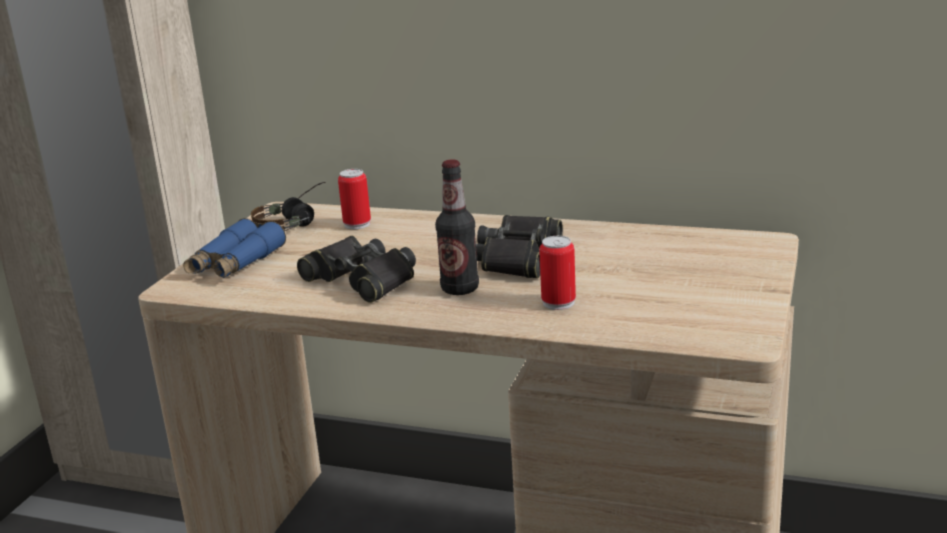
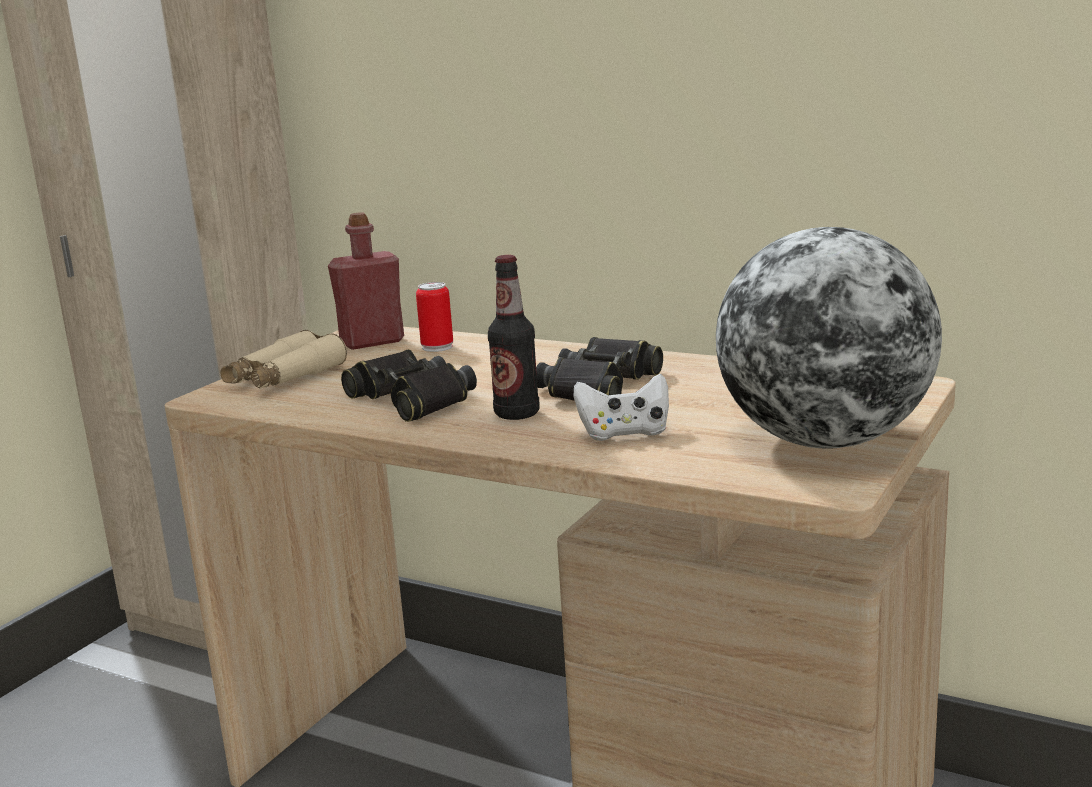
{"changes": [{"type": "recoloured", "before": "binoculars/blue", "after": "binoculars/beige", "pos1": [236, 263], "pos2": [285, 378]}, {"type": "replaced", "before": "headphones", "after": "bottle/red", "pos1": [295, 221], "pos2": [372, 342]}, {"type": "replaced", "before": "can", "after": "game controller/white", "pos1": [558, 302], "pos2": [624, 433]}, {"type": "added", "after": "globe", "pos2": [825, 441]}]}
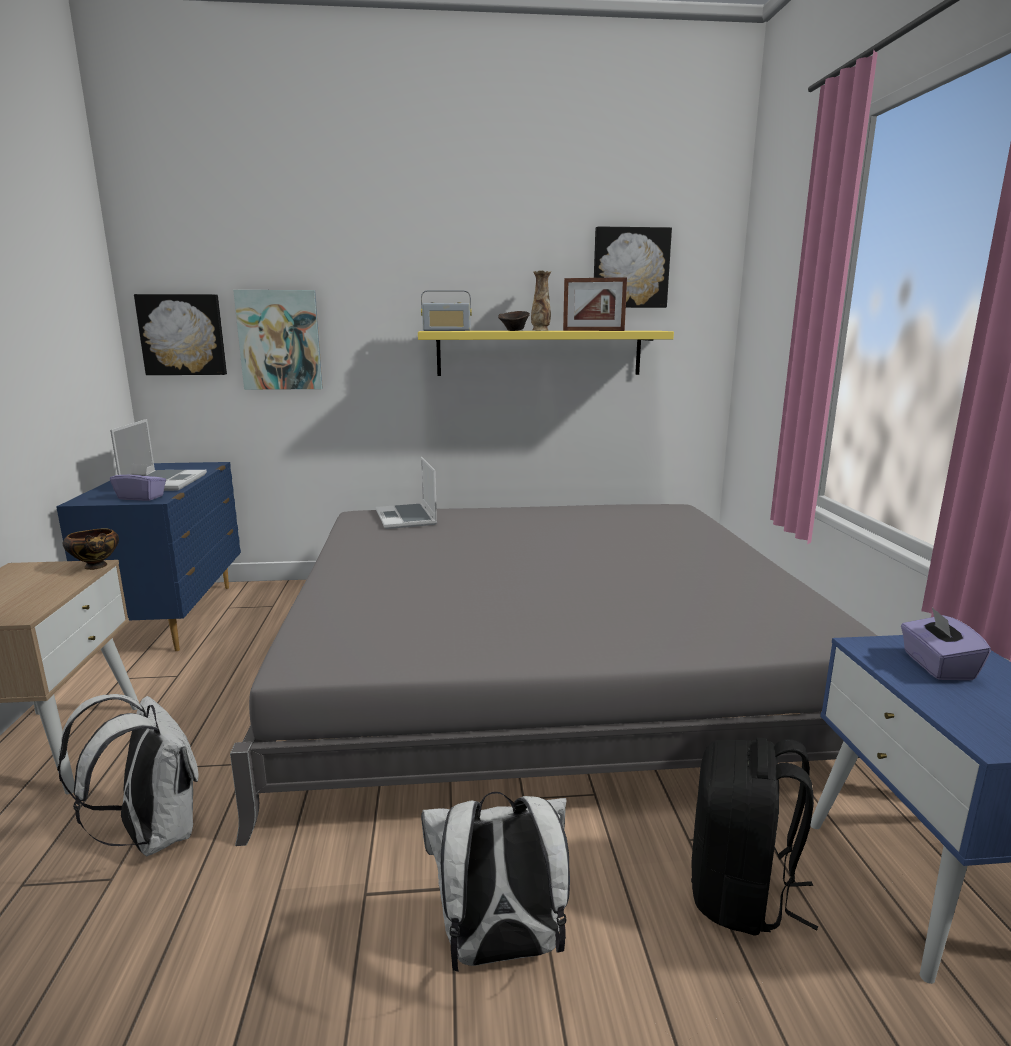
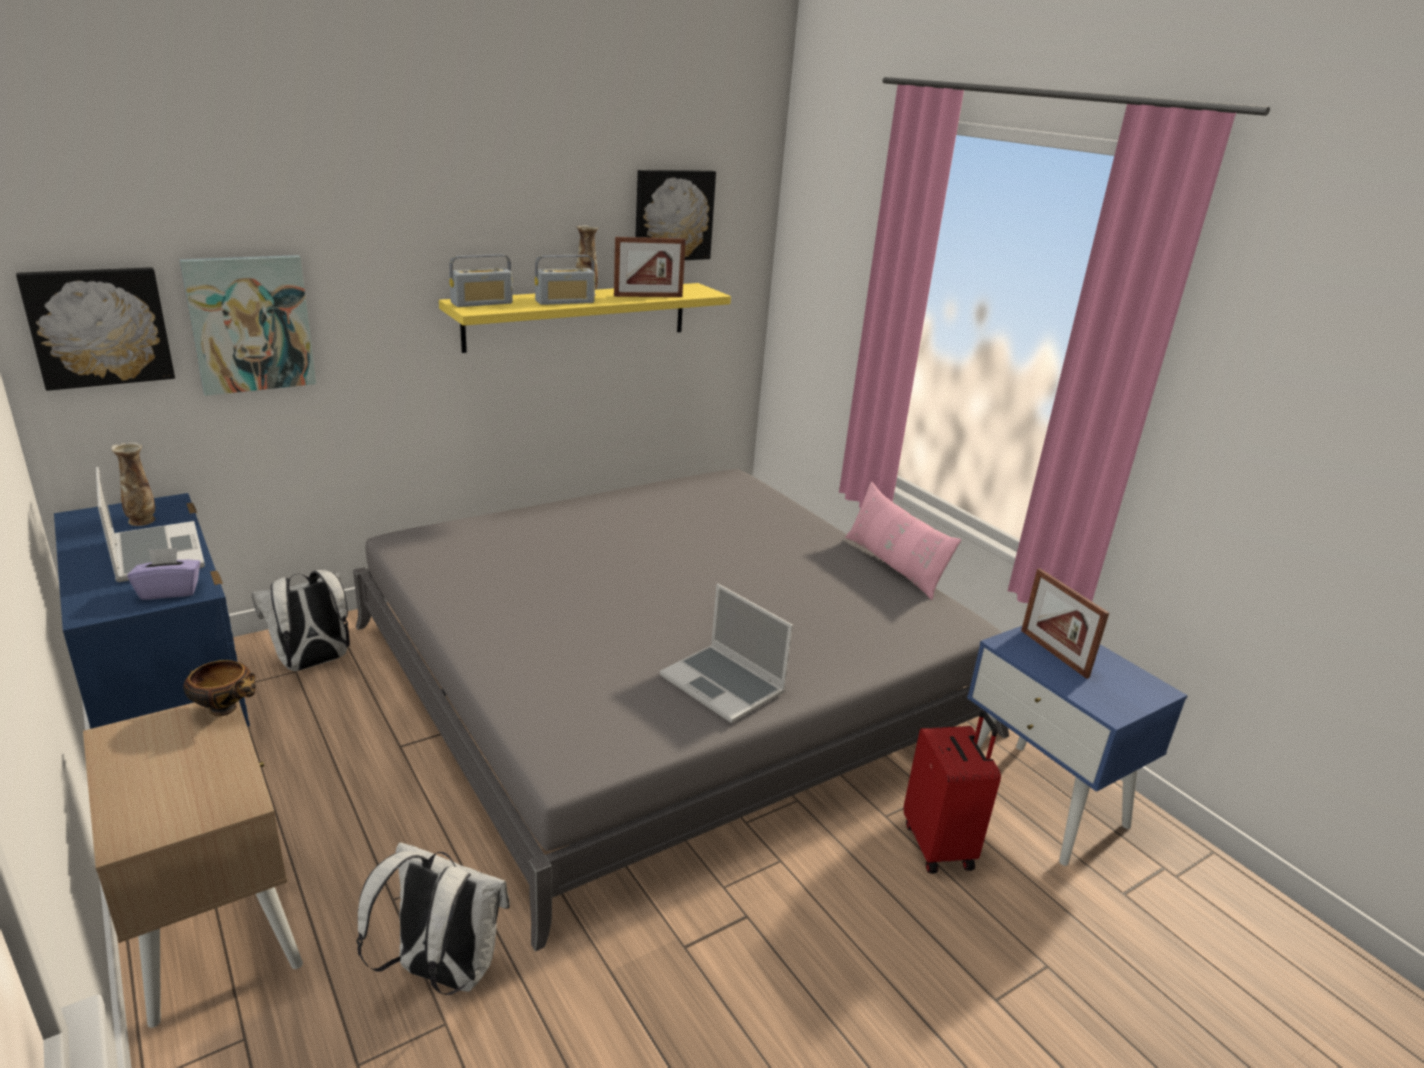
{"changes": [{"type": "added", "after": "vase", "pos2": [142, 521]}, {"type": "moved", "before": "backpack/white", "pos1": [499, 949], "pos2": [313, 663]}, {"type": "replaced", "before": "bowl/brown", "after": "radio", "pos1": [514, 330], "pos2": [565, 302]}, {"type": "moved", "before": "laptop", "pos1": [407, 518], "pos2": [724, 685]}, {"type": "added", "after": "pillow/pink", "pos2": [893, 565]}, {"type": "replaced", "before": "backpack/black", "after": "suitcase/red", "pos1": [741, 893], "pos2": [939, 845]}, {"type": "replaced", "before": "tissue box/purple", "after": "picture frame", "pos1": [937, 666], "pos2": [1054, 653]}]}
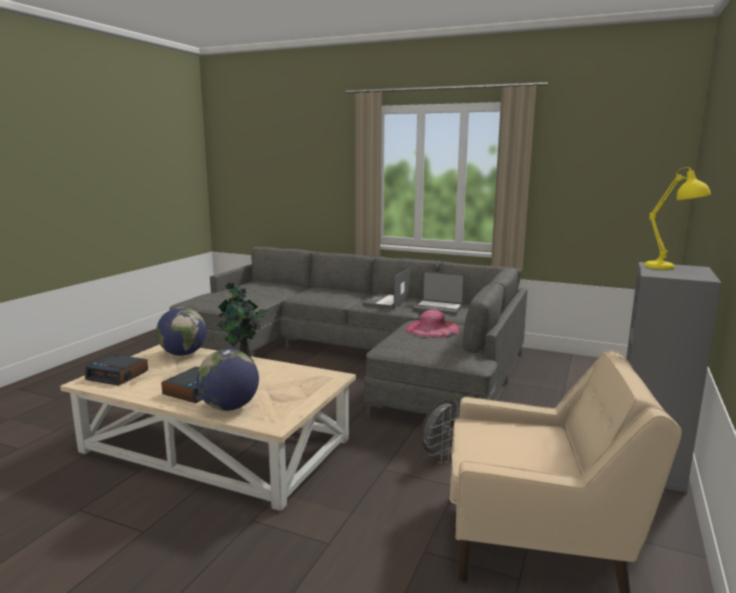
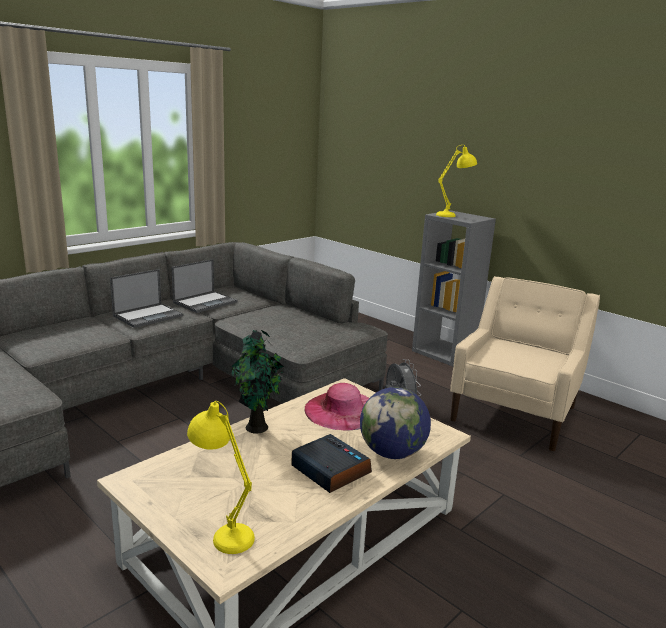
{"changes": [{"type": "turned", "before": "laptop", "pos1": [386, 301], "pos2": [148, 315], "turn": -90}, {"type": "replaced", "before": "alarm clock", "after": "table lamp/yellow", "pos1": [118, 375], "pos2": [223, 531]}, {"type": "moved", "before": "hat/pink", "pos1": [432, 329], "pos2": [342, 410]}, {"type": "removed", "before": "globe", "pos1": [183, 354]}]}
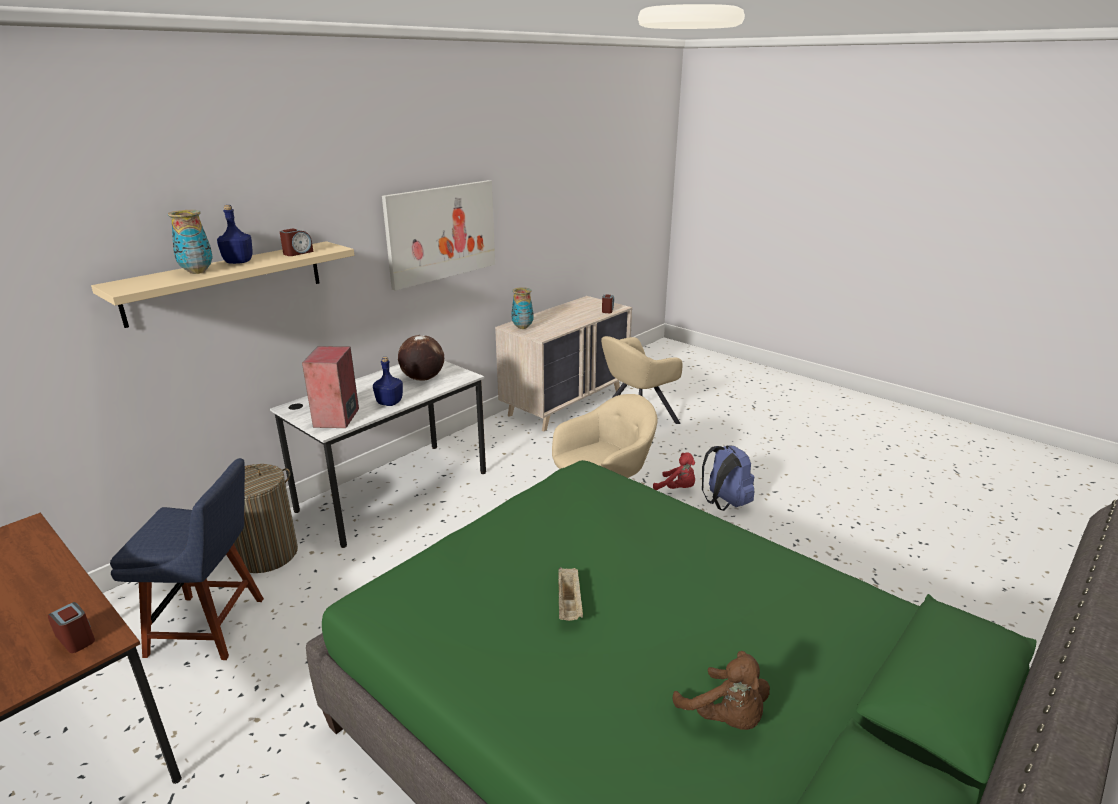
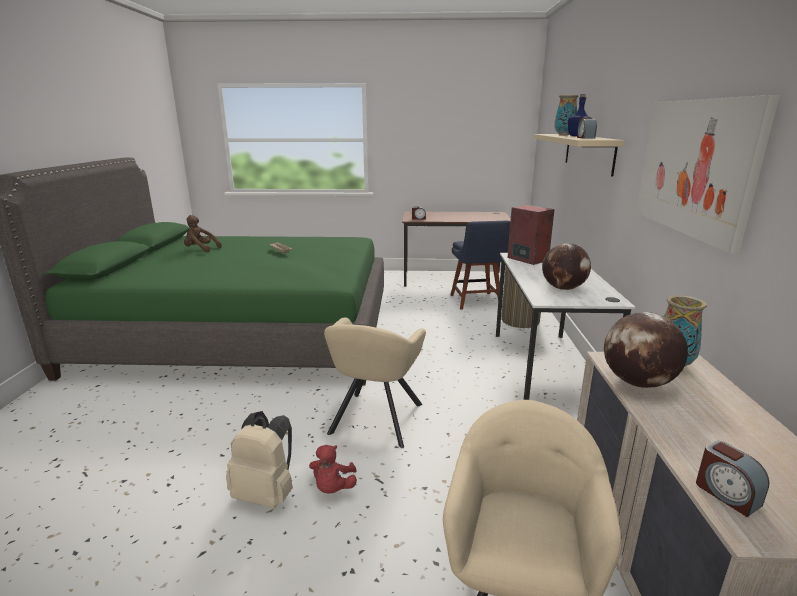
{"changes": [{"type": "recoloured", "before": "backpack/blue", "after": "backpack/beige", "pos1": [724, 503], "pos2": [266, 494]}, {"type": "turned", "before": "plush toy/red", "pos1": [677, 488], "pos2": [333, 488], "turn": -75}, {"type": "turned", "before": "chair/blue", "pos1": [212, 627], "pos2": [476, 302], "turn": -60}, {"type": "added", "after": "globe", "pos2": [638, 383]}, {"type": "removed", "before": "bottle/blue", "pos1": [389, 403]}]}
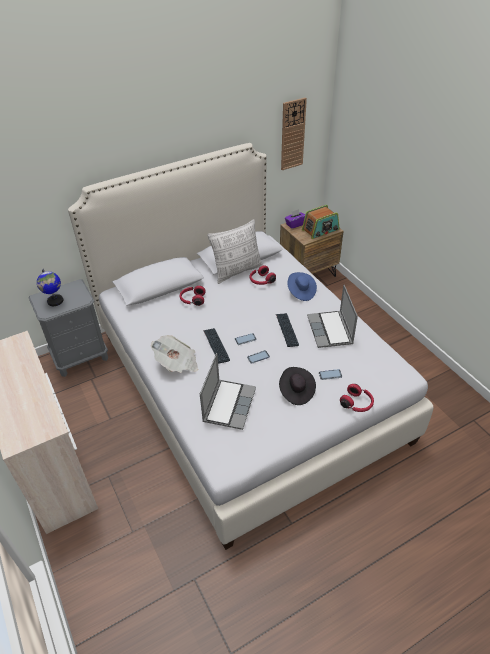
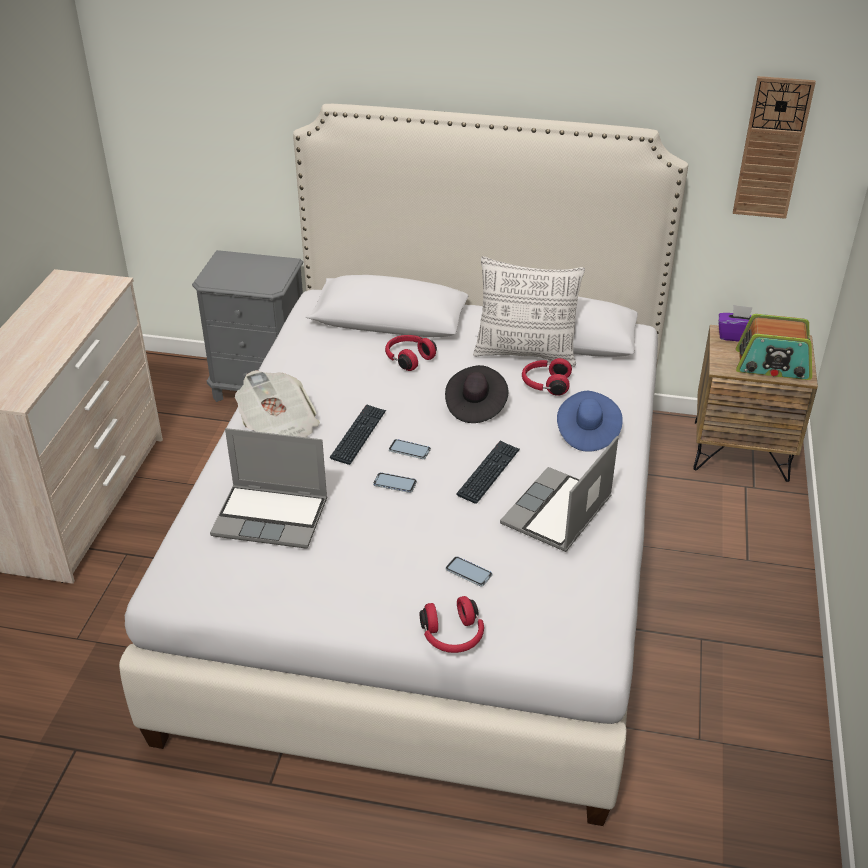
{"changes": [{"type": "turned", "before": "laptop", "pos1": [229, 404], "pos2": [272, 517], "turn": 45}, {"type": "moved", "before": "hat/black", "pos1": [296, 391], "pos2": [475, 406]}, {"type": "removed", "before": "globe", "pos1": [55, 301]}]}
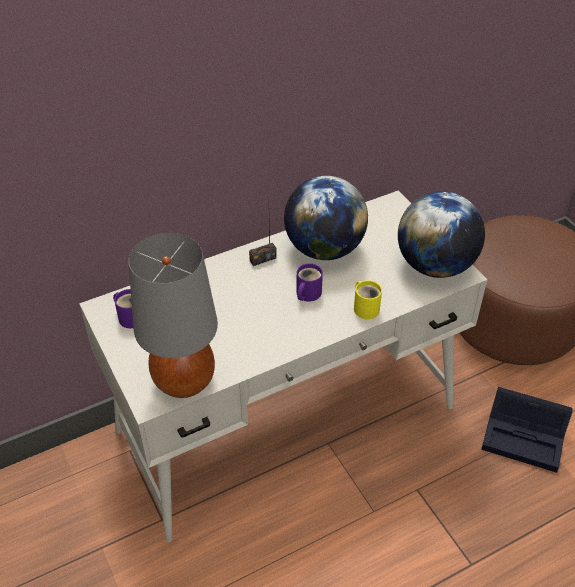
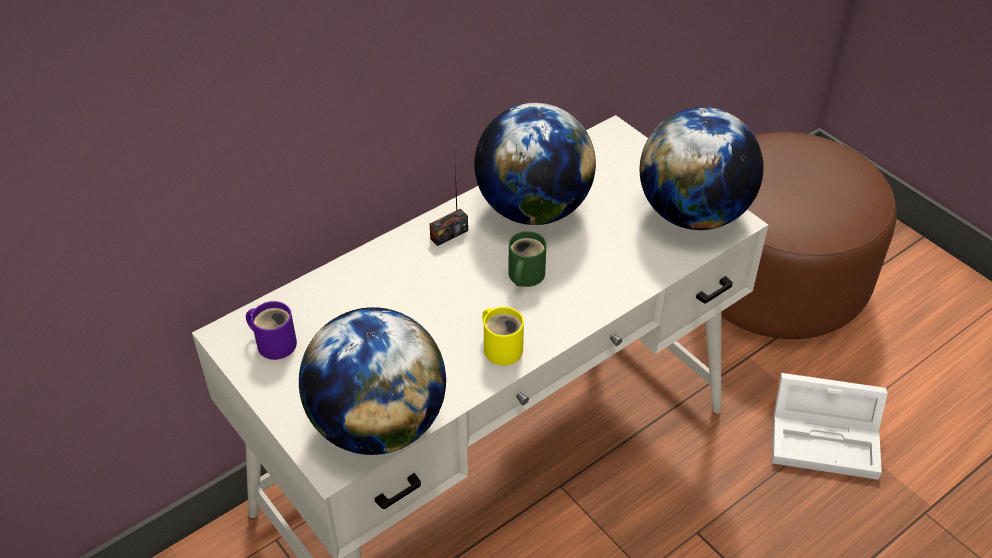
{"changes": [{"type": "replaced", "before": "table lamp/grey", "after": "globe", "pos1": [185, 380], "pos2": [378, 424]}, {"type": "moved", "before": "mug/yellow", "pos1": [366, 307], "pos2": [502, 347]}, {"type": "recoloured", "before": "mug/purple", "after": "mug/green", "pos1": [306, 294], "pos2": [524, 276]}, {"type": "recoloured", "before": "storage box/black", "after": "storage box/white", "pos1": [526, 438], "pos2": [827, 438]}]}
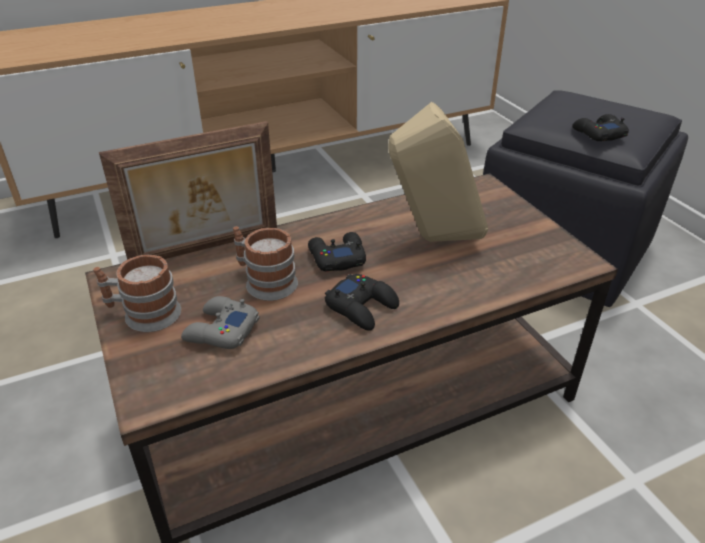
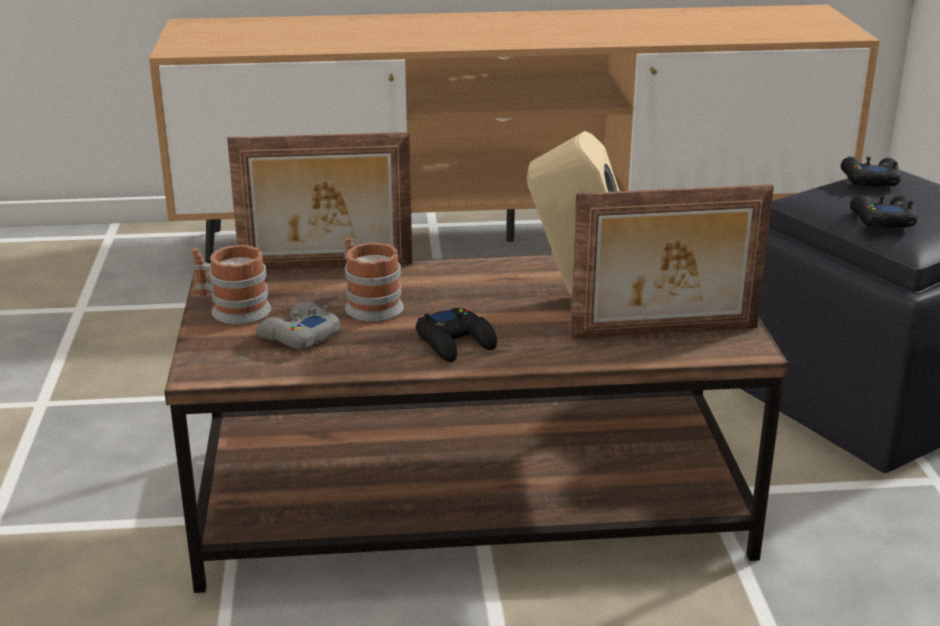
{"changes": [{"type": "added", "after": "picture frame", "pos2": [665, 334]}, {"type": "moved", "before": "game controller/black", "pos1": [336, 257], "pos2": [869, 180]}]}
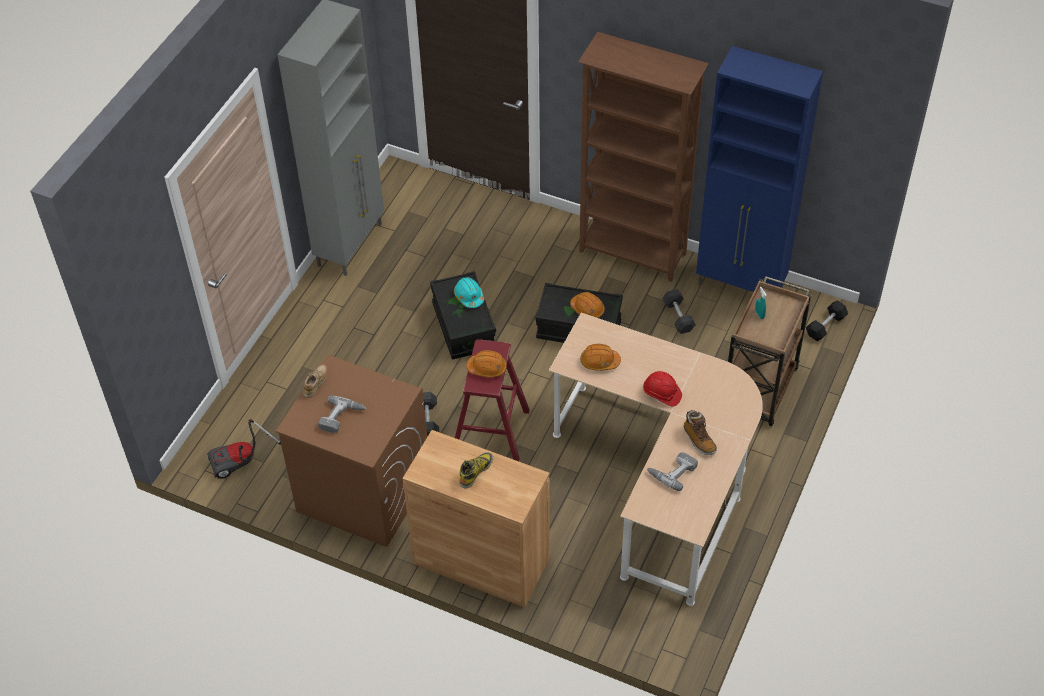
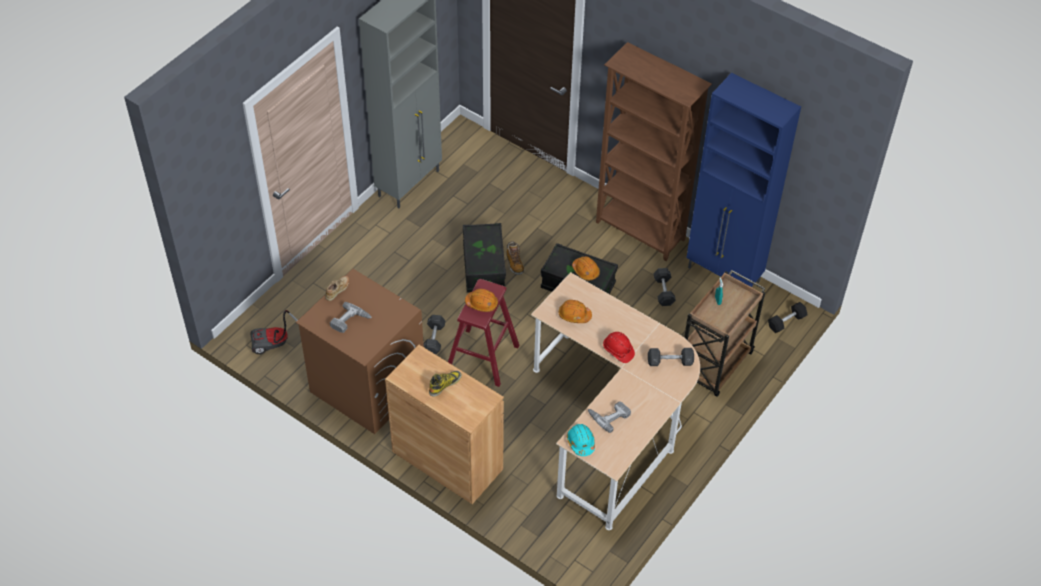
{"changes": [{"type": "moved", "before": "boot", "pos1": [699, 440], "pos2": [514, 264]}, {"type": "moved", "before": "hard hat/turquoise", "pos1": [469, 296], "pos2": [580, 442]}, {"type": "added", "after": "dumbbell/grey", "pos2": [670, 362]}]}
